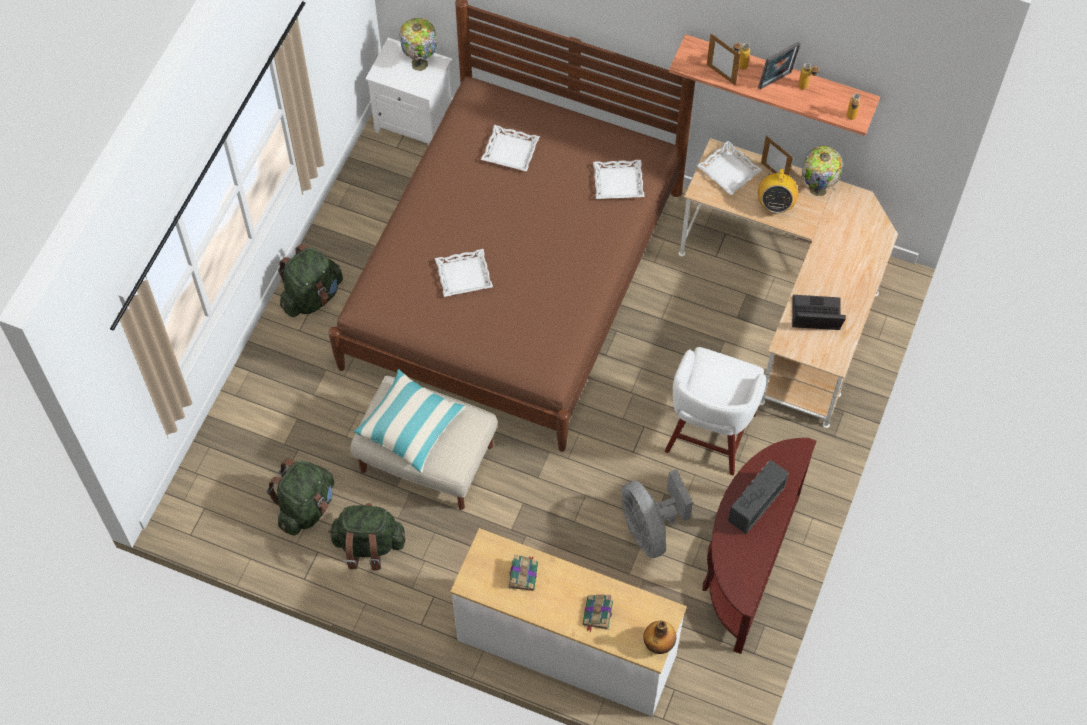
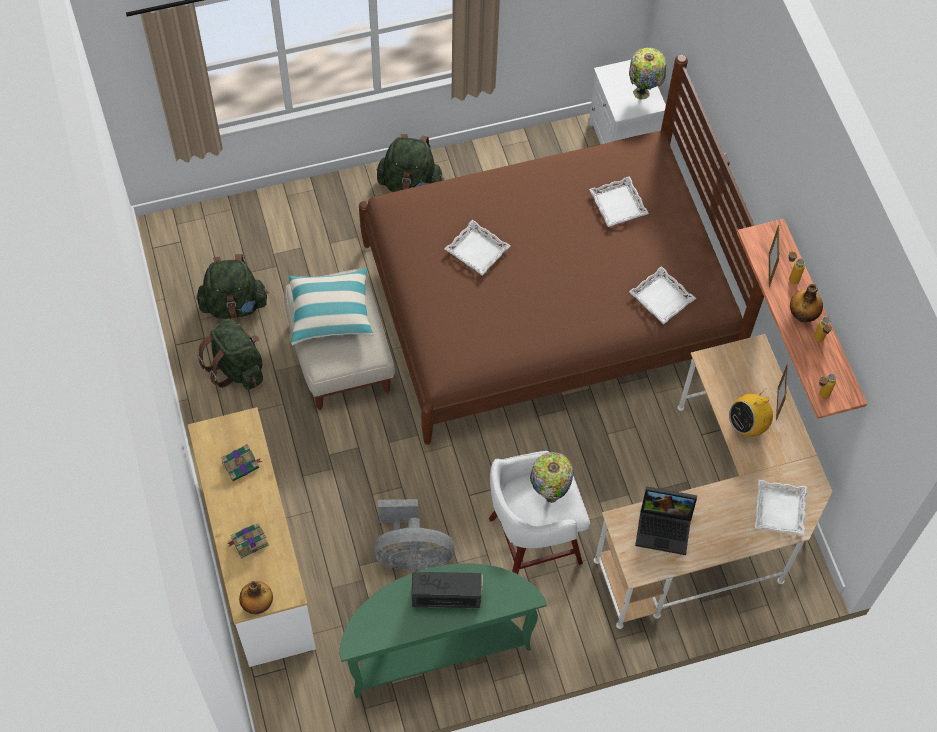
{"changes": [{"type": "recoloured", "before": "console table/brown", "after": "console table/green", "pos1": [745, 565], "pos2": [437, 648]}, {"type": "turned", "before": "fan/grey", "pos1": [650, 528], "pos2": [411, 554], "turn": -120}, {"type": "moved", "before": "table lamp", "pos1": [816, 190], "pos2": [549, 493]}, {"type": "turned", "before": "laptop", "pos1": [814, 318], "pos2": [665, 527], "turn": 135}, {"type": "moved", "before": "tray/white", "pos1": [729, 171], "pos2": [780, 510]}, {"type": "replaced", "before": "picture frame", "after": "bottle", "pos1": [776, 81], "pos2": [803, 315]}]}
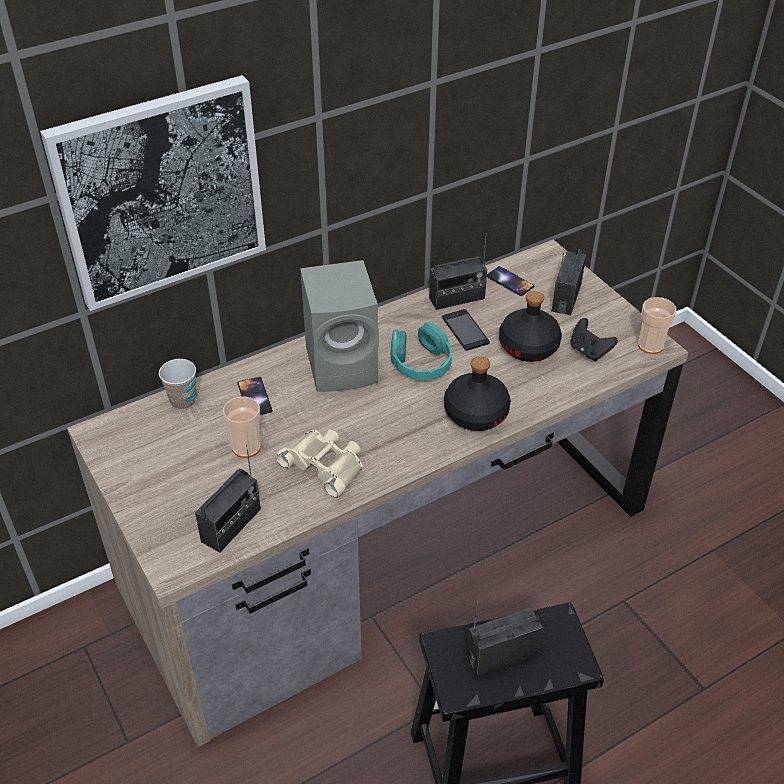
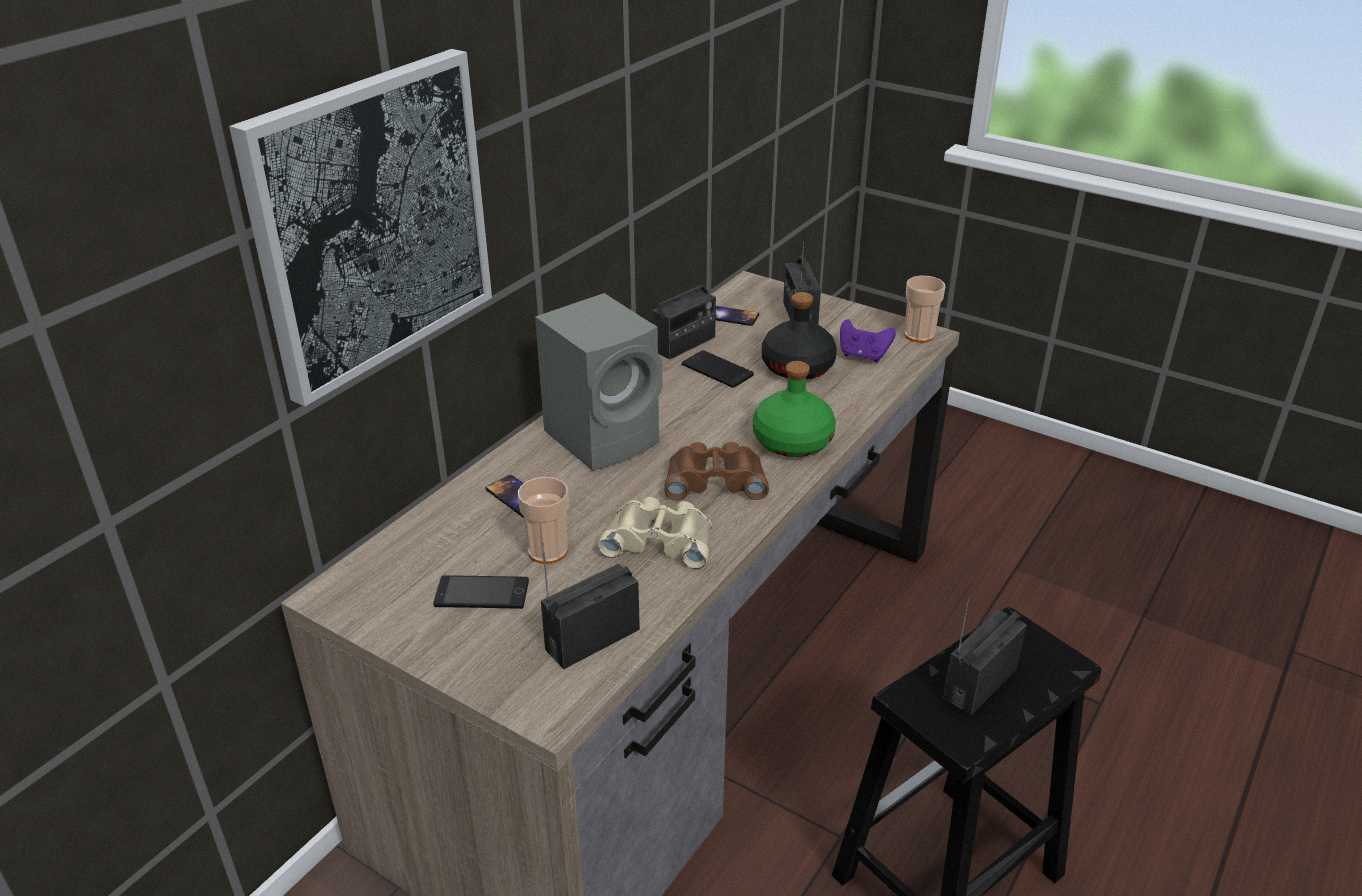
{"changes": [{"type": "added", "after": "phone", "pos2": [481, 593]}, {"type": "turned", "before": "radio", "pos1": [231, 525], "pos2": [592, 639], "turn": -135}, {"type": "added", "after": "binoculars/brown", "pos2": [715, 479]}, {"type": "recoloured", "before": "bottle/black", "after": "bottle/green", "pos1": [475, 413], "pos2": [791, 441]}, {"type": "recoloured", "before": "game controller/black", "after": "game controller/purple", "pos1": [589, 351], "pos2": [863, 355]}, {"type": "removed", "before": "cup", "pos1": [183, 401]}, {"type": "removed", "before": "headphones/turquoise", "pos1": [421, 363]}]}
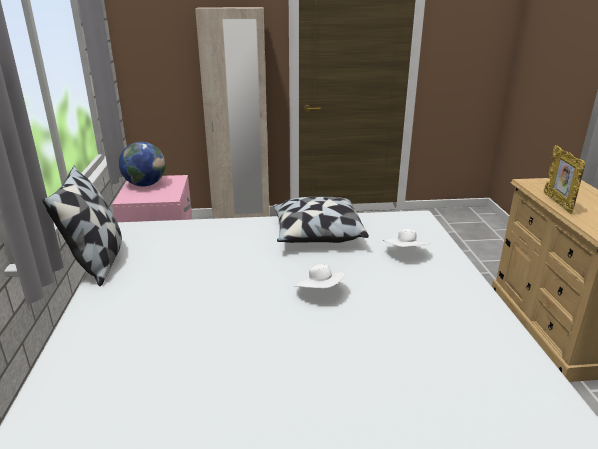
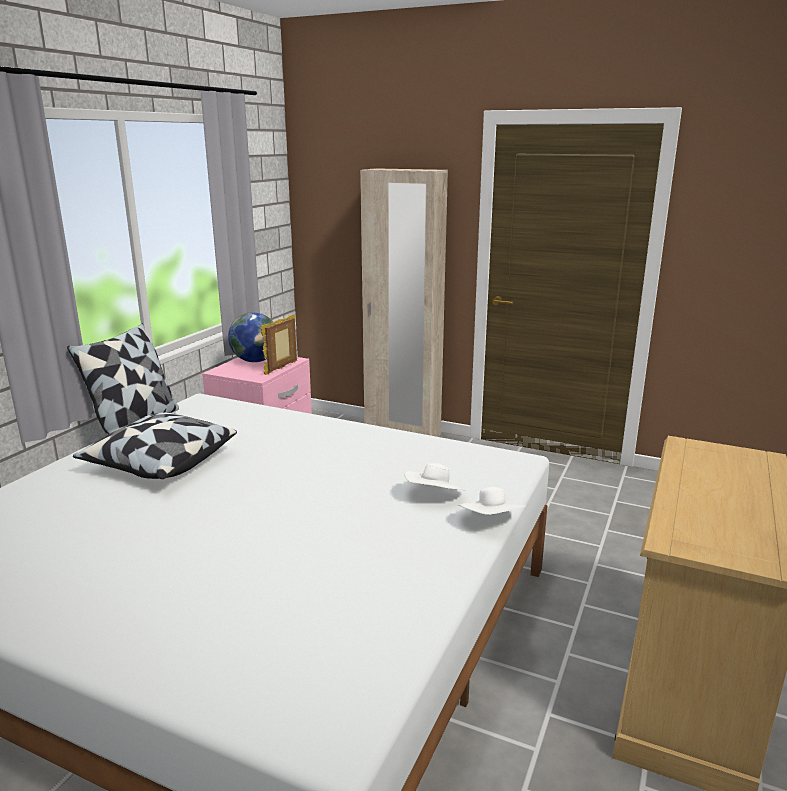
{"changes": [{"type": "moved", "before": "pillow", "pos1": [316, 234], "pos2": [159, 464]}, {"type": "moved", "before": "picture frame", "pos1": [558, 203], "pos2": [282, 368]}, {"type": "moved", "before": "hat/white", "pos1": [320, 292], "pos2": [491, 522]}]}
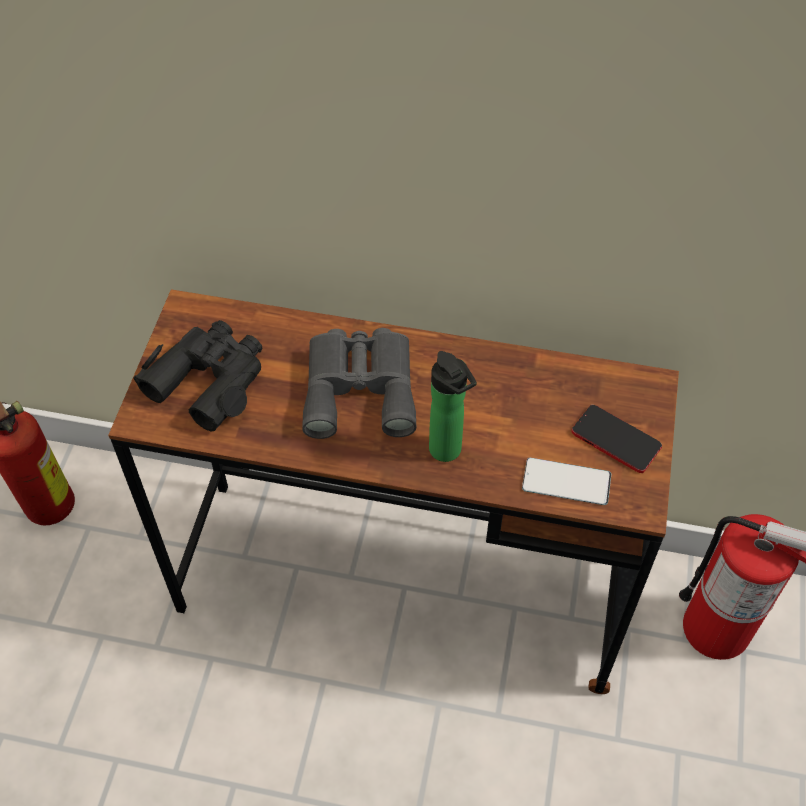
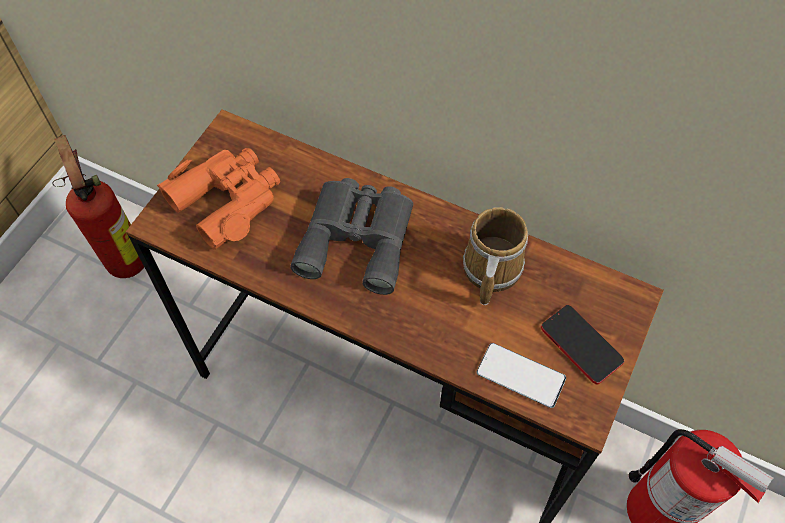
{"changes": [{"type": "recoloured", "before": "binoculars/black", "after": "binoculars/orange", "pos1": [209, 380], "pos2": [227, 200]}, {"type": "added", "after": "mug", "pos2": [489, 270]}, {"type": "removed", "before": "bottle", "pos1": [448, 452]}]}
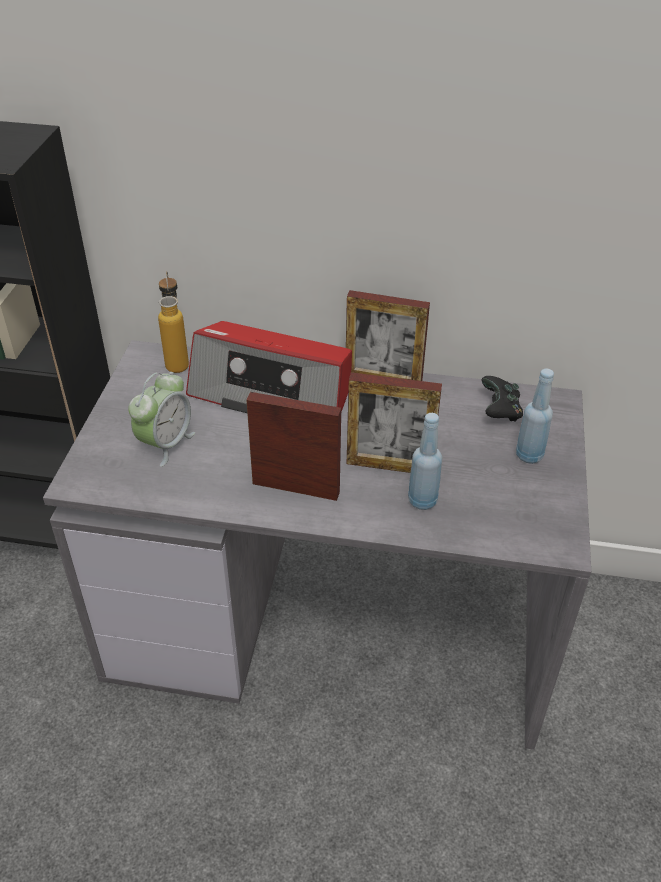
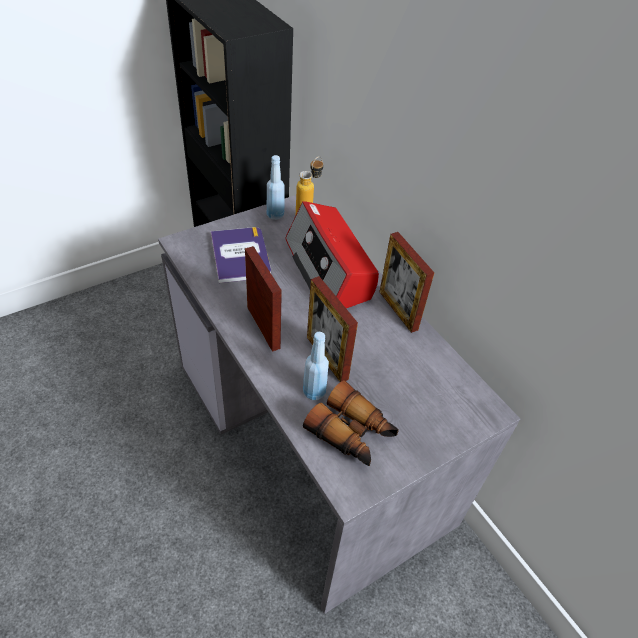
{"changes": [{"type": "replaced", "before": "alarm clock", "after": "book", "pos1": [165, 444], "pos2": [240, 255]}, {"type": "moved", "before": "bottle/blue", "pos1": [529, 455], "pos2": [275, 215]}, {"type": "added", "after": "binoculars", "pos2": [352, 433]}, {"type": "removed", "before": "game controller/black", "pos1": [500, 411]}]}
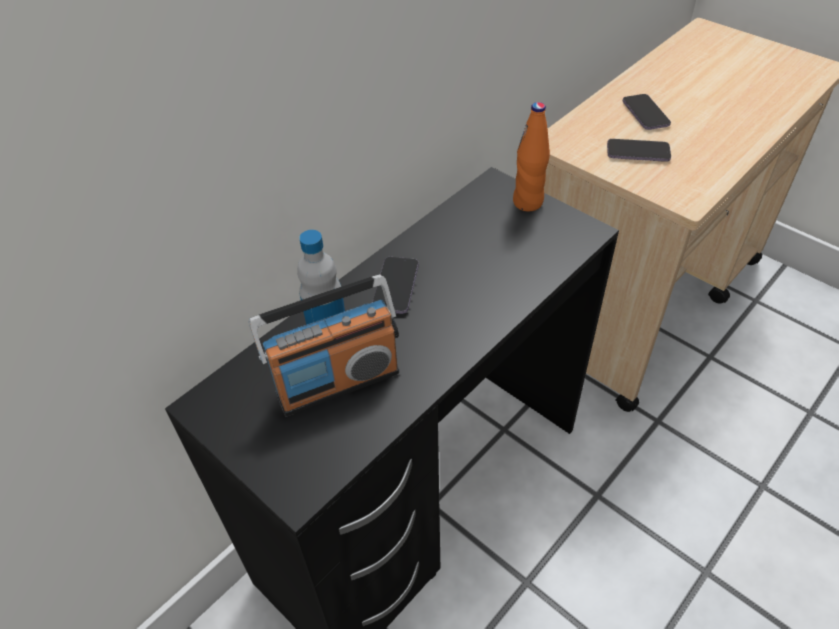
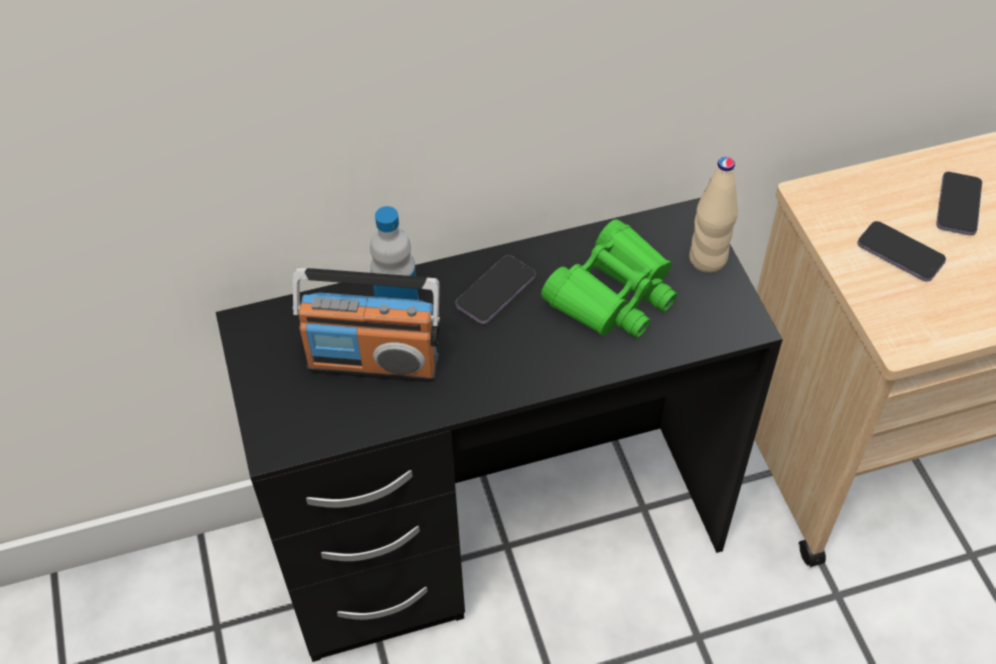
{"changes": [{"type": "added", "after": "binoculars/green", "pos2": [613, 295]}, {"type": "recoloured", "before": "bottle/orange", "after": "bottle/beige", "pos1": [528, 202], "pos2": [708, 259]}]}
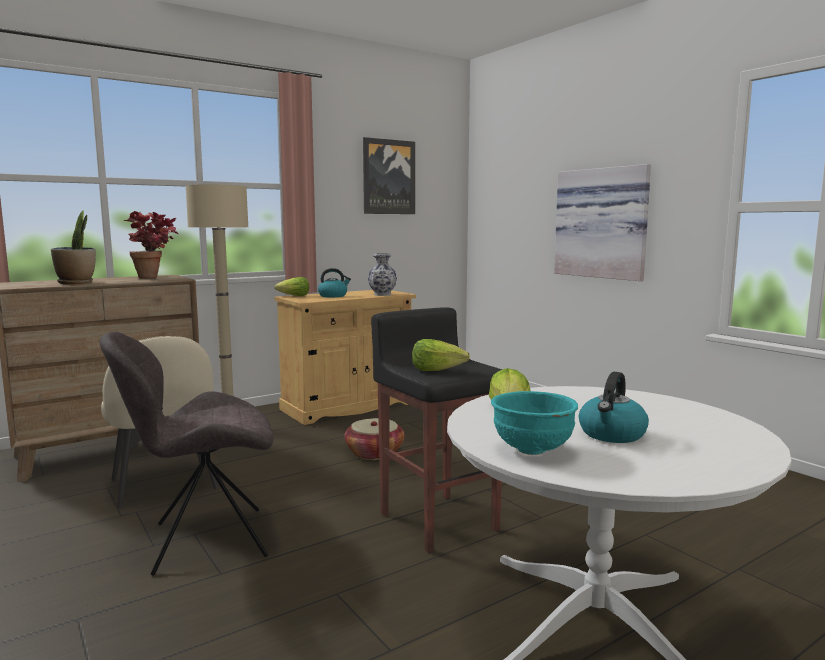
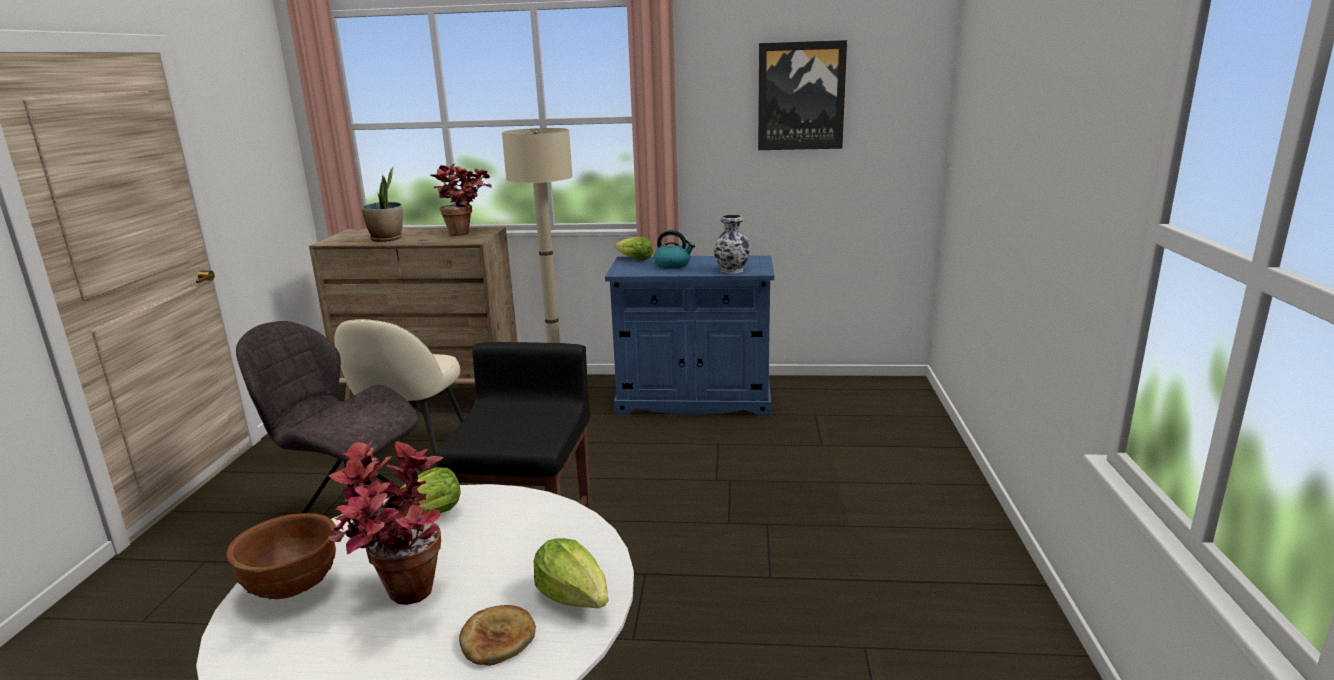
{"changes": [{"type": "recoloured", "before": "bowl/turquoise", "after": "bowl/brown", "pos1": [532, 450], "pos2": [294, 587]}, {"type": "replaced", "before": "kettle", "after": "potted plant", "pos1": [612, 434], "pos2": [401, 603]}, {"type": "added", "after": "bread", "pos2": [498, 638]}, {"type": "moved", "before": "lettuce", "pos1": [437, 370], "pos2": [574, 597]}, {"type": "recoloured", "before": "cabinet/beige", "after": "cabinet/blue", "pos1": [348, 406], "pos2": [694, 400]}, {"type": "removed", "before": "basket", "pos1": [374, 453]}, {"type": "removed", "before": "picture", "pos1": [602, 223]}]}
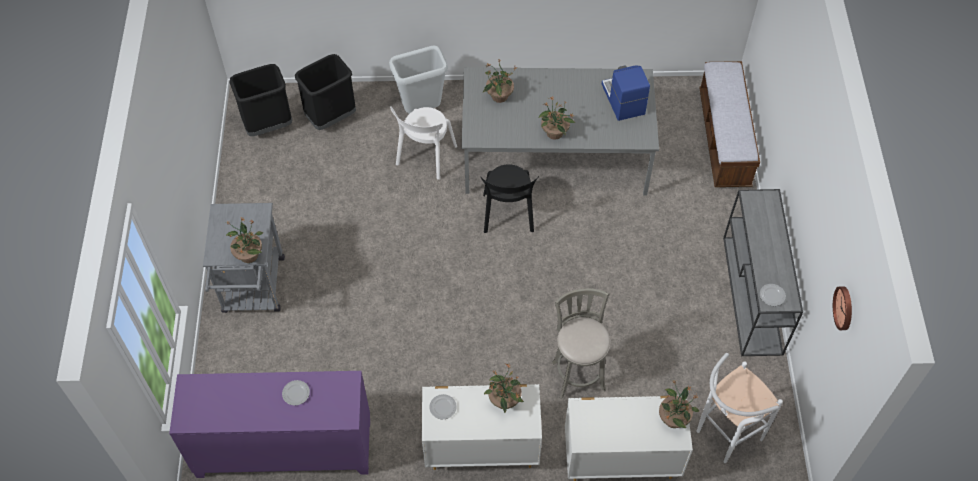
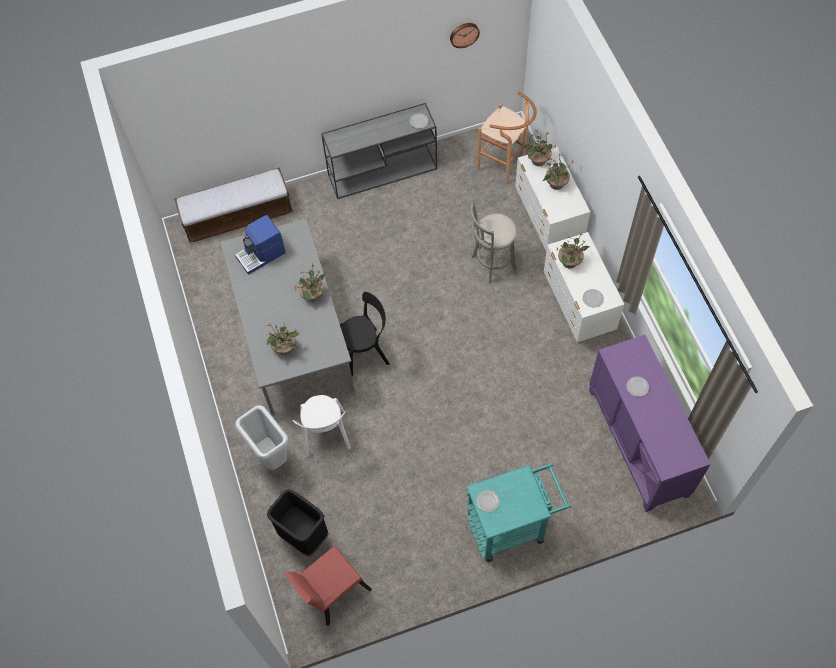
{"changes": [{"type": "replaced", "before": "trash can/black", "after": "chair/red", "pos1": [268, 125], "pos2": [329, 591]}, {"type": "turned", "before": "chair/white", "pos1": [425, 157], "pos2": [325, 435], "turn": 75}, {"type": "recoloured", "before": "cart/grey", "after": "cart/turquoise", "pos1": [253, 291], "pos2": [512, 525]}, {"type": "recoloured", "before": "stool/white", "after": "stool/brown", "pos1": [723, 437], "pos2": [505, 167]}, {"type": "added", "after": "plate", "pos2": [488, 501]}, {"type": "moved", "before": "potted plant", "pos1": [249, 254], "pos2": [556, 184]}]}
